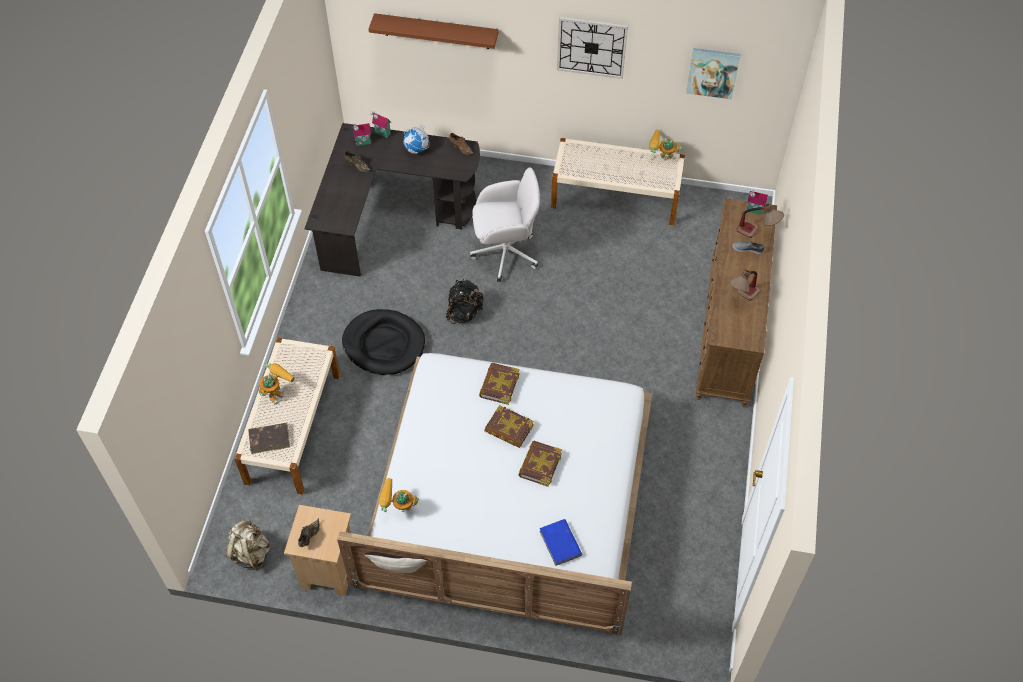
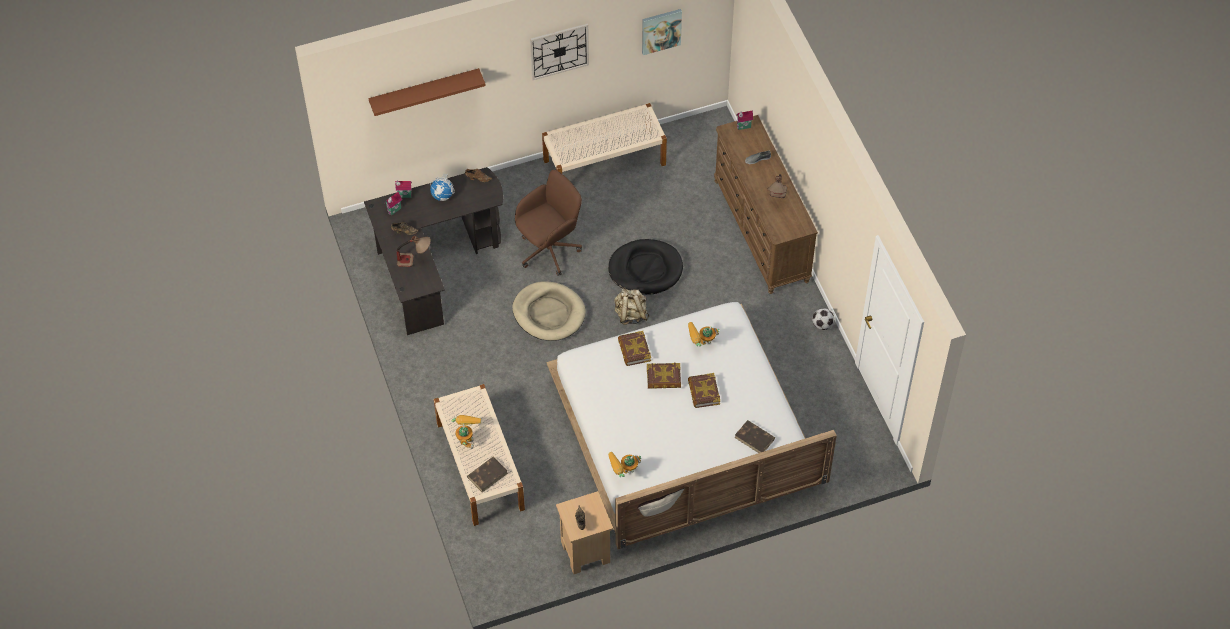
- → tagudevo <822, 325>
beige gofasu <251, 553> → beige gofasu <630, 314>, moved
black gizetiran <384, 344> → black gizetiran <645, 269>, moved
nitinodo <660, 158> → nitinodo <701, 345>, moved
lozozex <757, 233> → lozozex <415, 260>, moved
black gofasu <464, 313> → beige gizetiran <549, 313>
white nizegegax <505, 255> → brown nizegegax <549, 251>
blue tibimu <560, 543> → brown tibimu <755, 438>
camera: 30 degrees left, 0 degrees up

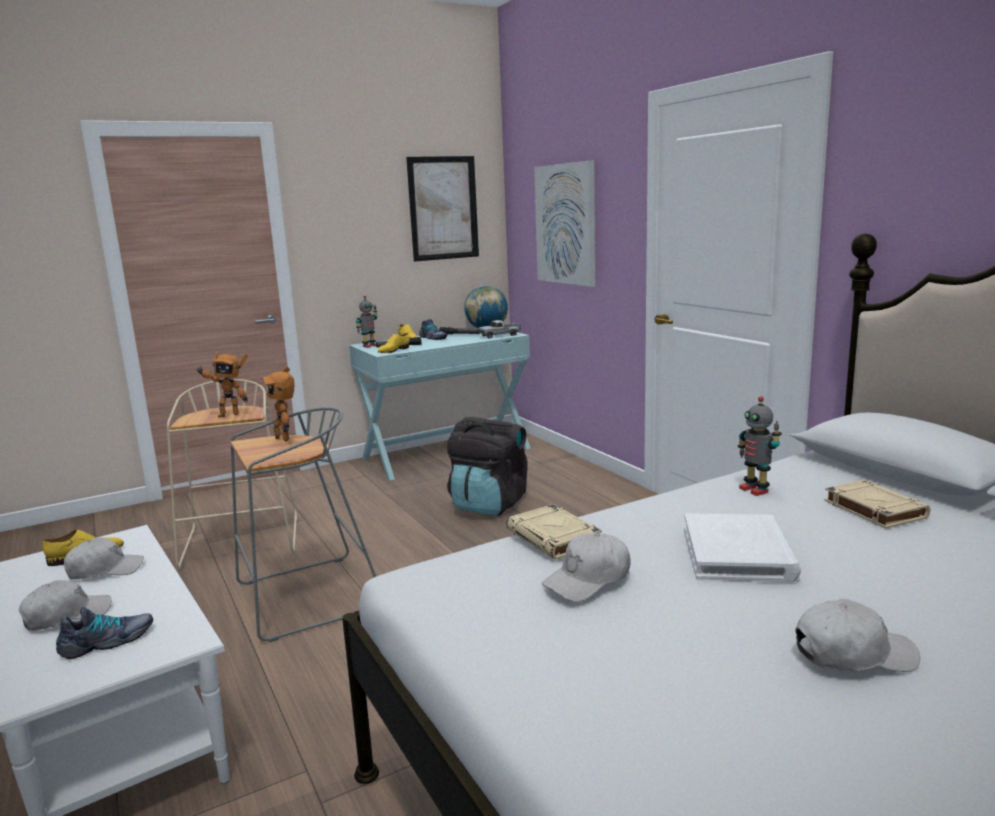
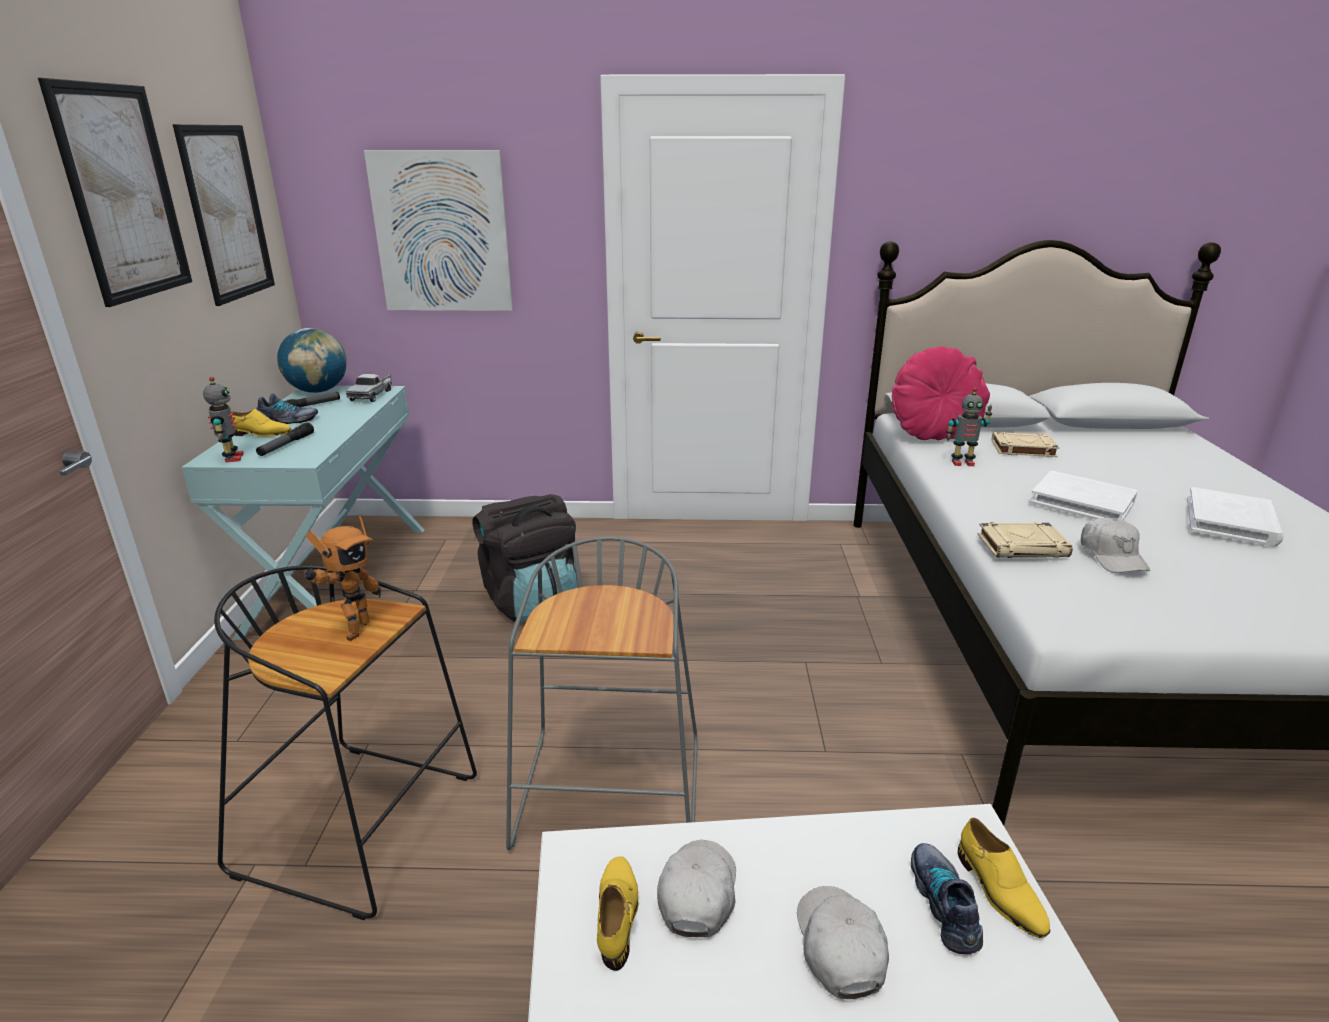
nitinodo <284, 438> → -
- → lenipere <123, 193>
- → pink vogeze <933, 436>
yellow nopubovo <393, 351> → yellow nopubovo <999, 891>, moved
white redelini <853, 654> → white tibimu <1231, 521>
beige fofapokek <242, 543> → black fofapokek <363, 824>
camera: 60 degrees left, 10 degrees up

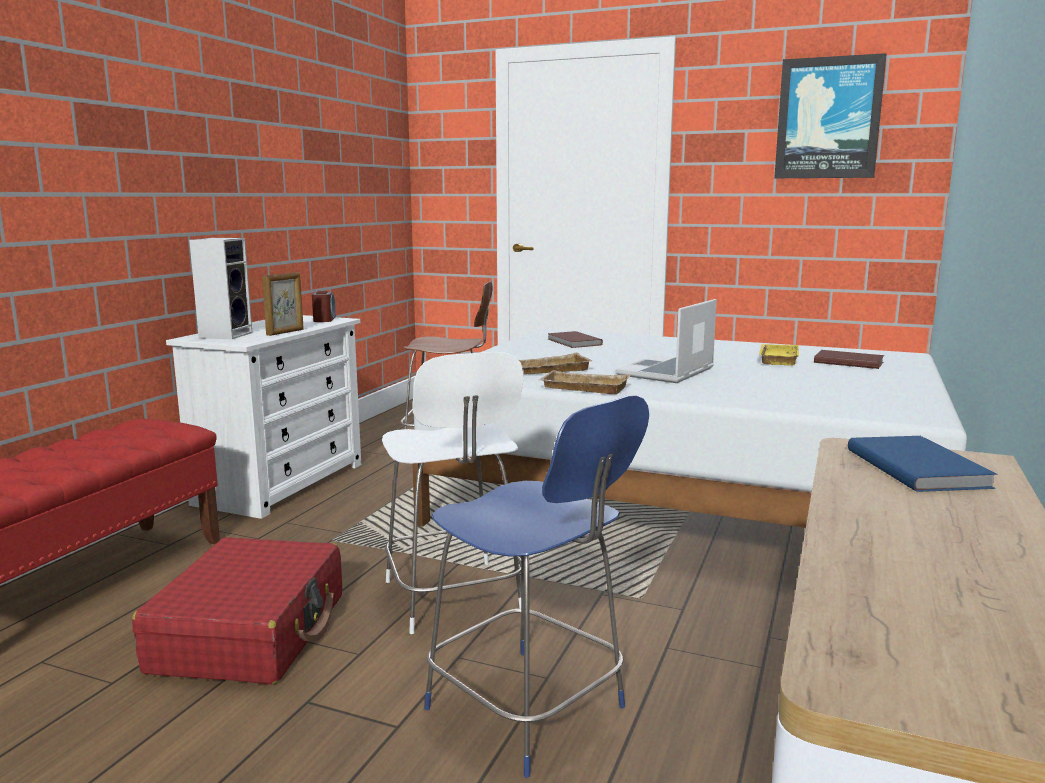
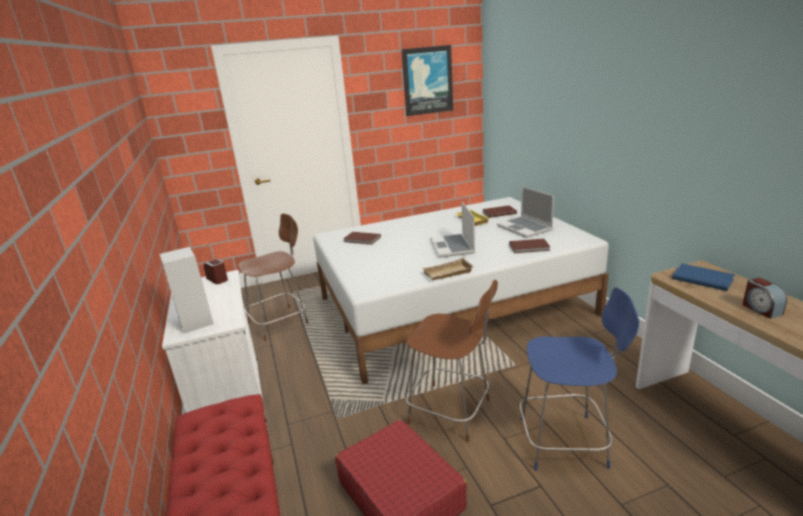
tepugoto <285, 332> → -
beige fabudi <550, 370> → -
- → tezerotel <525, 228>
- → brown tibimu <530, 247>
- → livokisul <761, 309>
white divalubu <453, 599> → brown divalubu <452, 412>
camera: 40 degrees left, 10 degrees up

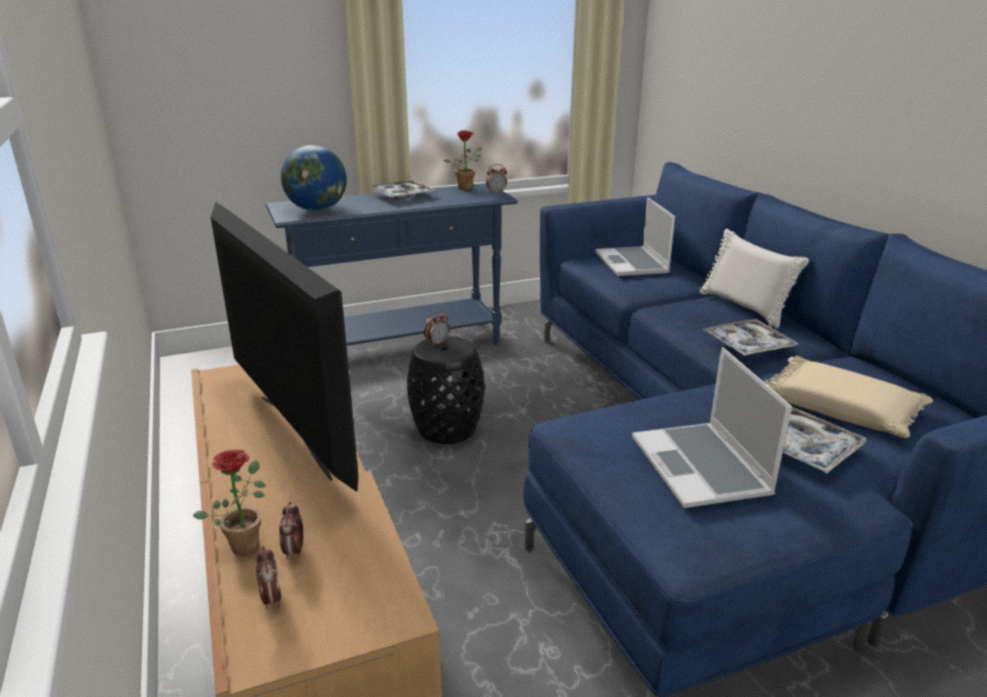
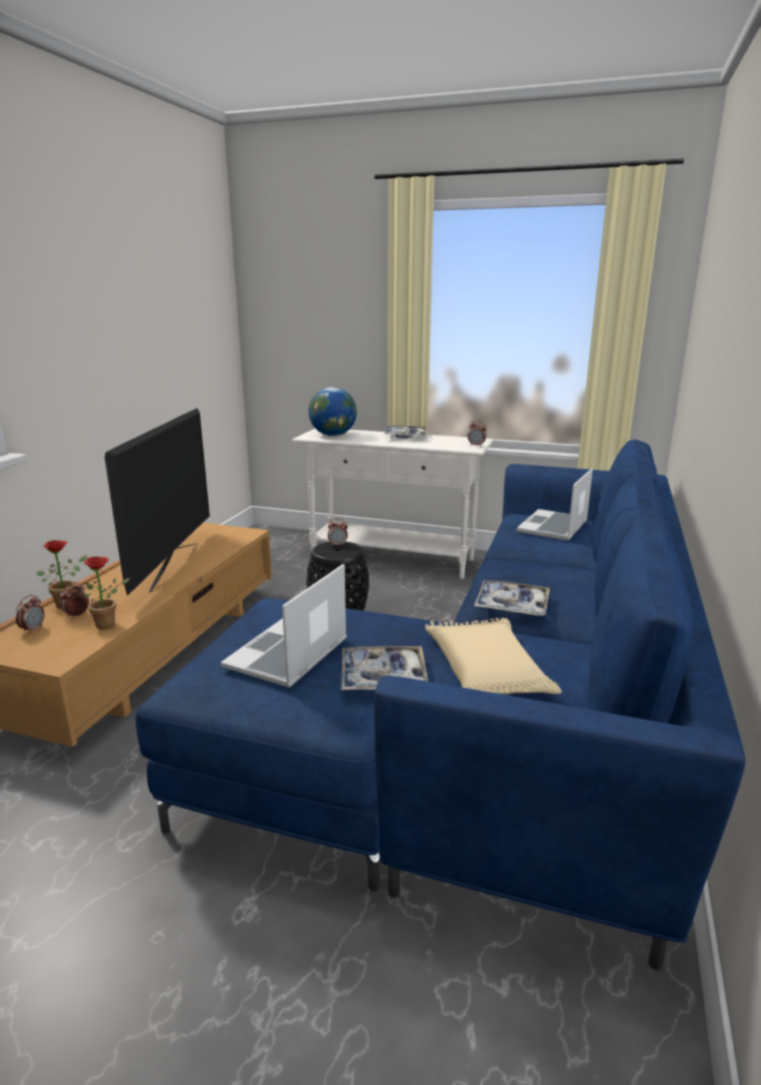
white vogeze <745, 308> → -
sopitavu <466, 187> → sopitavu <109, 624>, moved
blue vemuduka <401, 347> → white vemuduka <393, 559>
camera: 40 degrees right, 5 degrees down

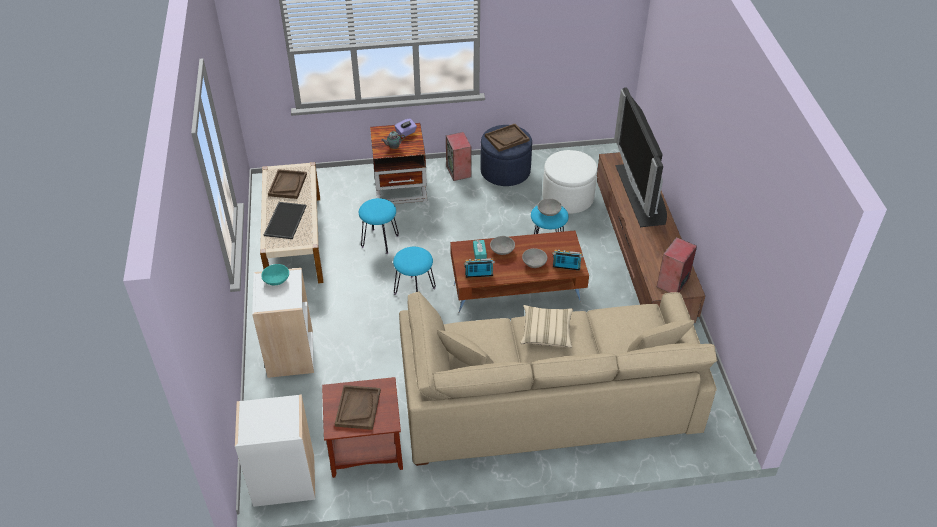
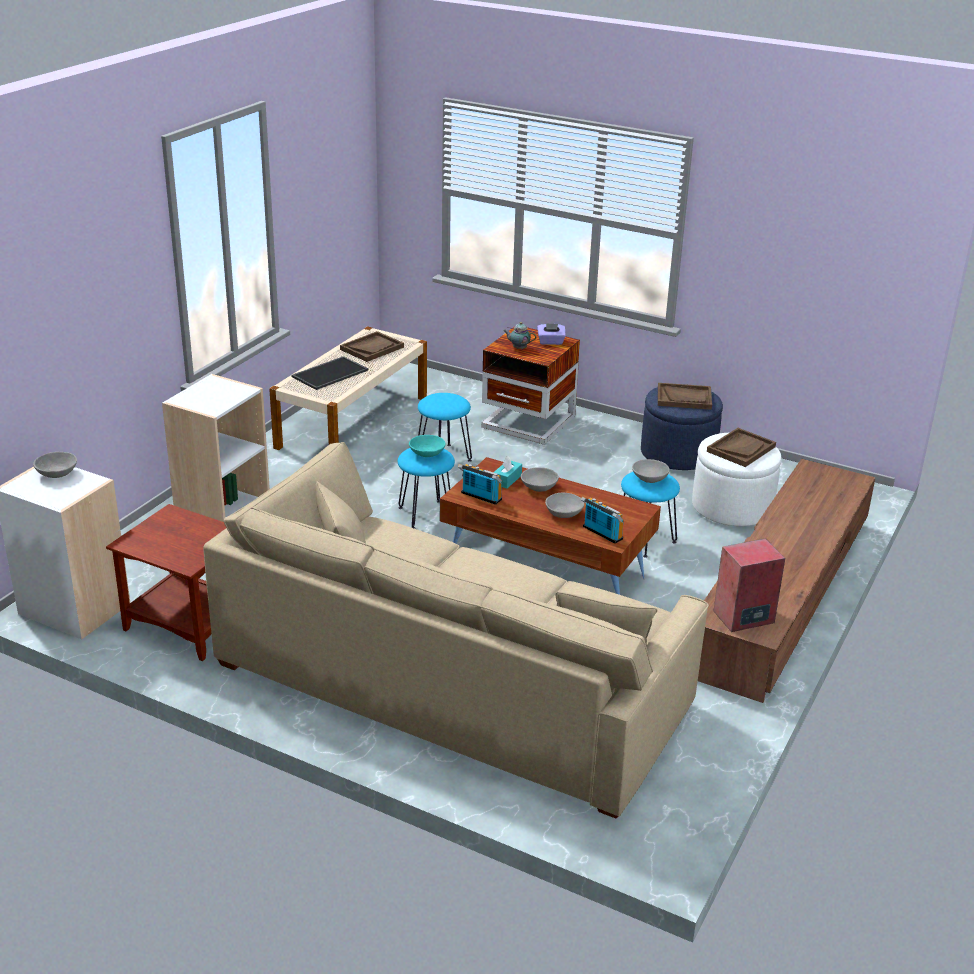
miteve <459, 171> → -
beige vogeze <546, 333> → -
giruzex <641, 194> → -
- → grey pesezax <57, 474>
turquoise pesezax <276, 280> → turquoise pesezax <427, 454>, moved
brown fabudi <358, 408> → brown fabudi <741, 449>, moved
camera: 35 degrees right, 15 degrees down

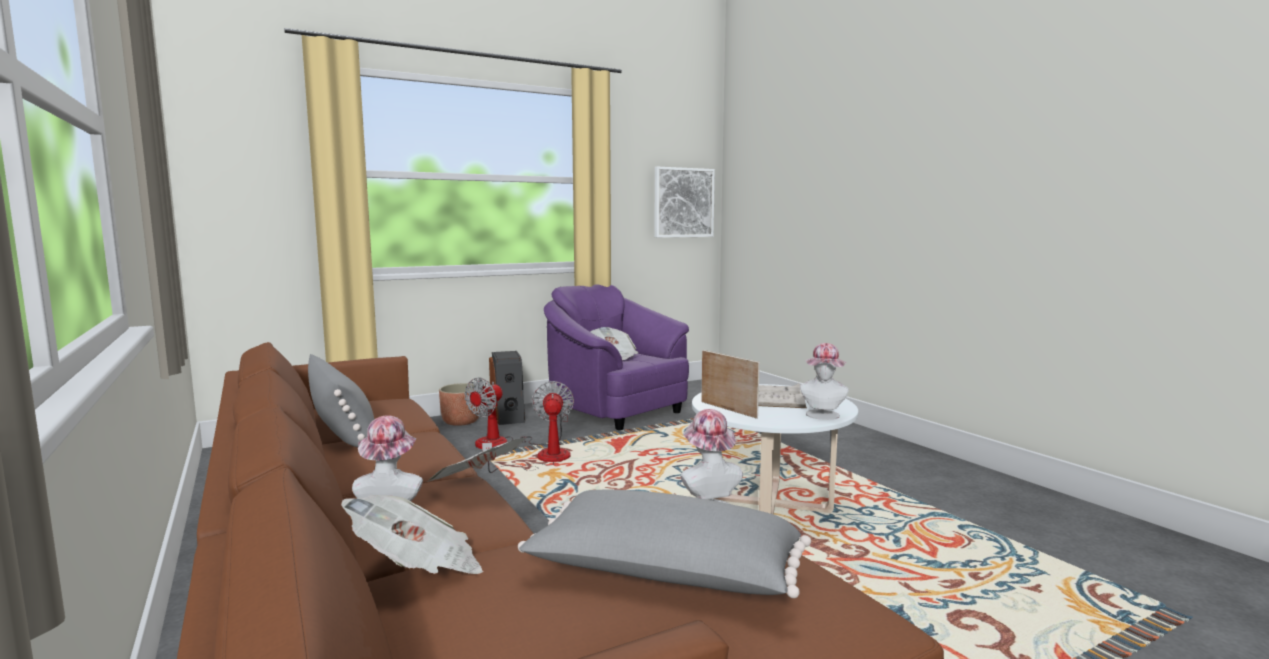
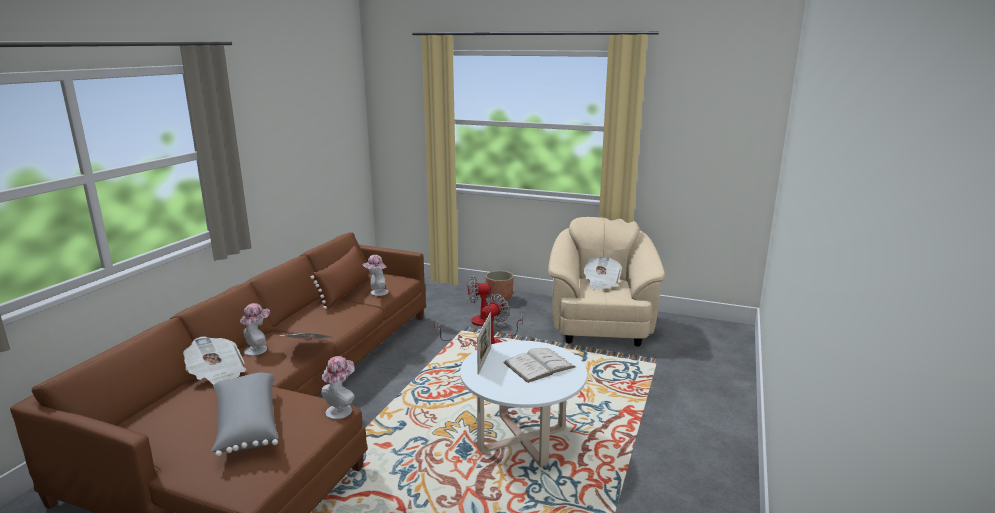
miteve <509, 416> → -
lenipere <683, 202> → -
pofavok <823, 416> → pofavok <377, 293>, moved
grey vogeze <343, 431> → brown vogeze <344, 293>
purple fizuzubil <615, 410> → beige fizuzubil <600, 325>
camera: 50 degrees right, 10 degrees up

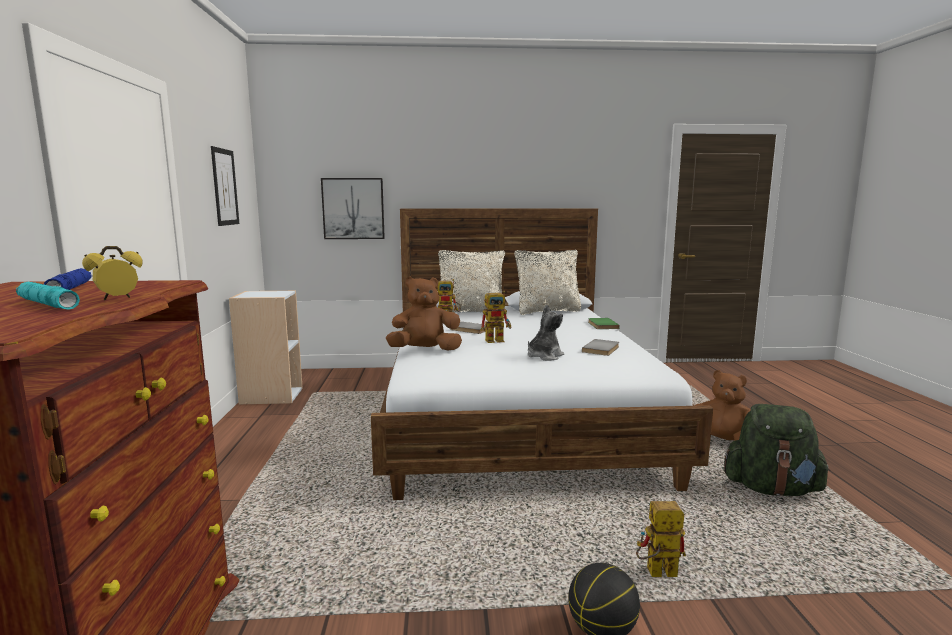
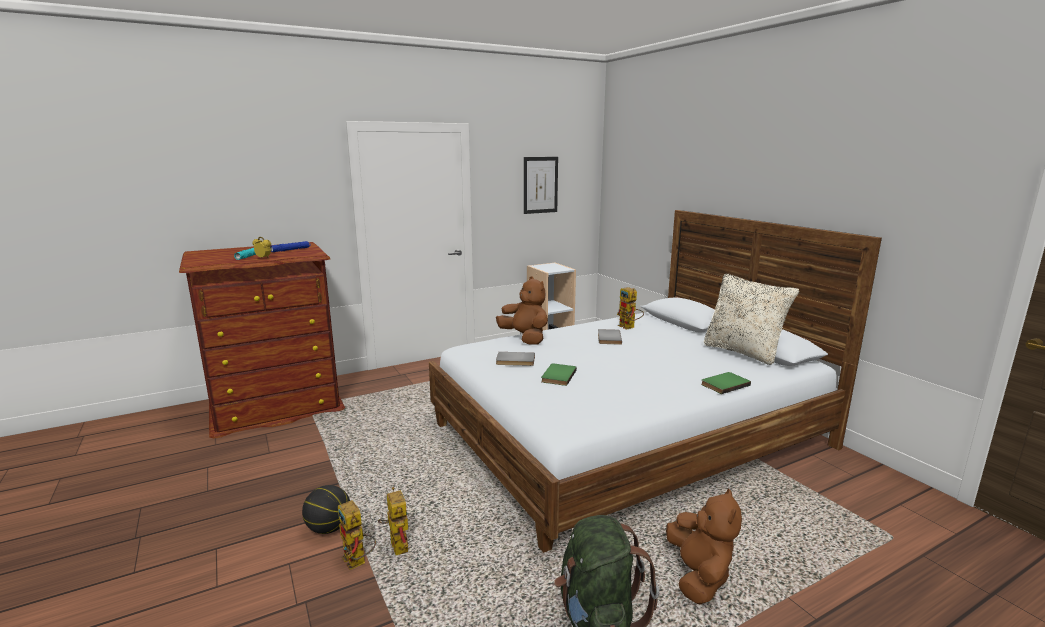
lenipere <353, 208> → -
beige vogeze <471, 313> → -
nitinodo <498, 340> → nitinodo <358, 562>, moved
grey tibimu <602, 349> → grey tibimu <515, 361>, moved
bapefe <544, 356> → green tibimu <557, 376>
camera: 65 degrees right, 5 degrees up

